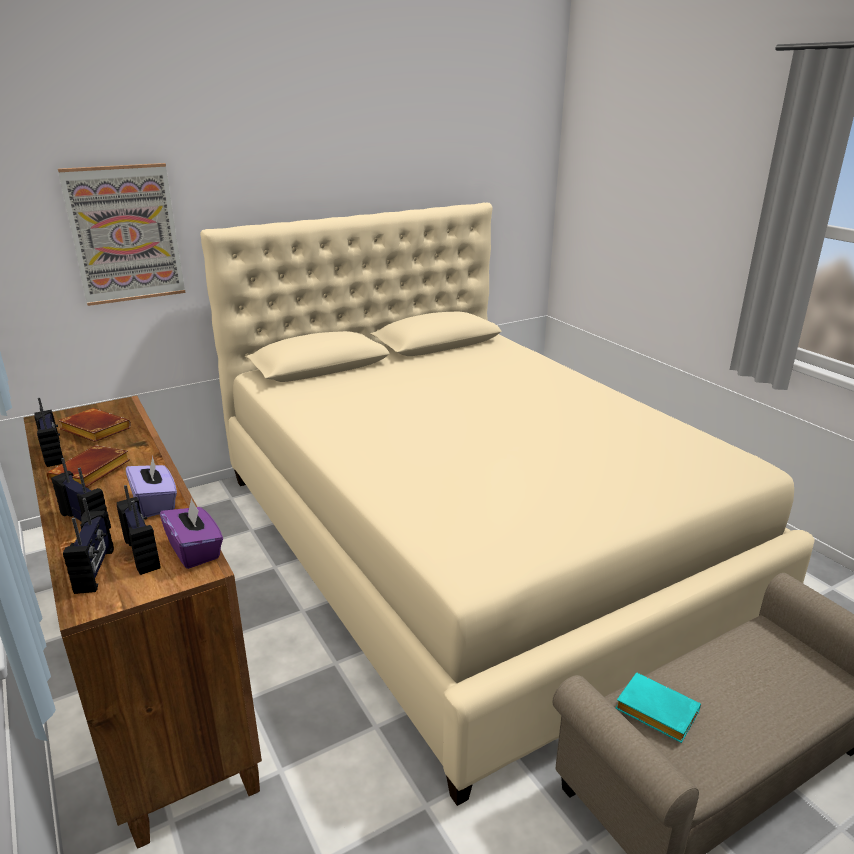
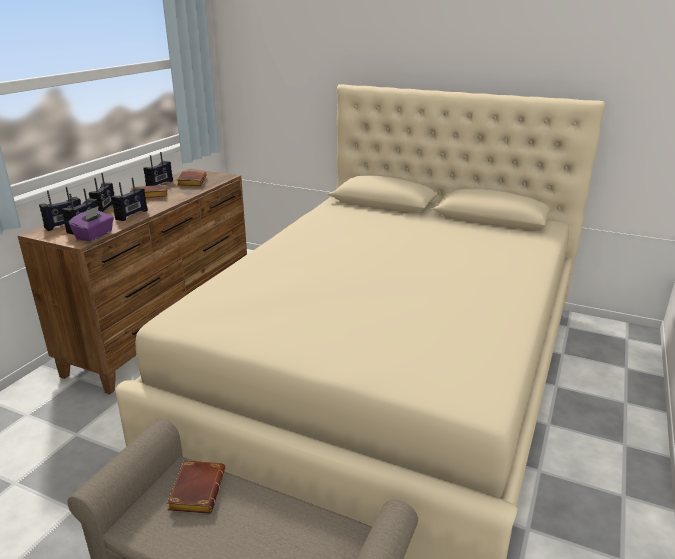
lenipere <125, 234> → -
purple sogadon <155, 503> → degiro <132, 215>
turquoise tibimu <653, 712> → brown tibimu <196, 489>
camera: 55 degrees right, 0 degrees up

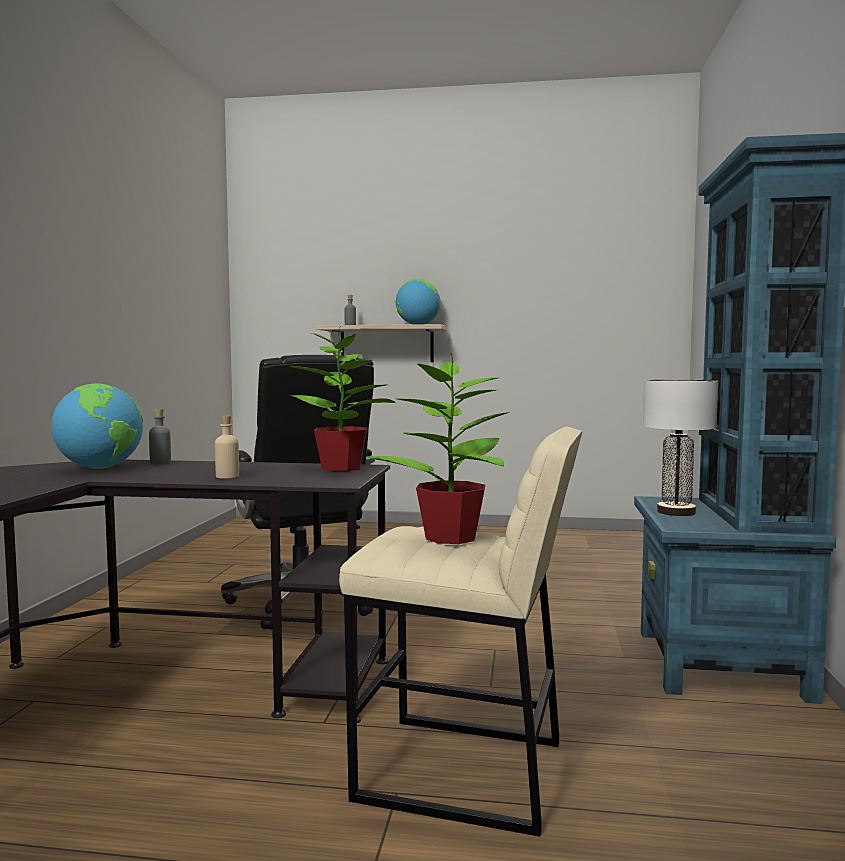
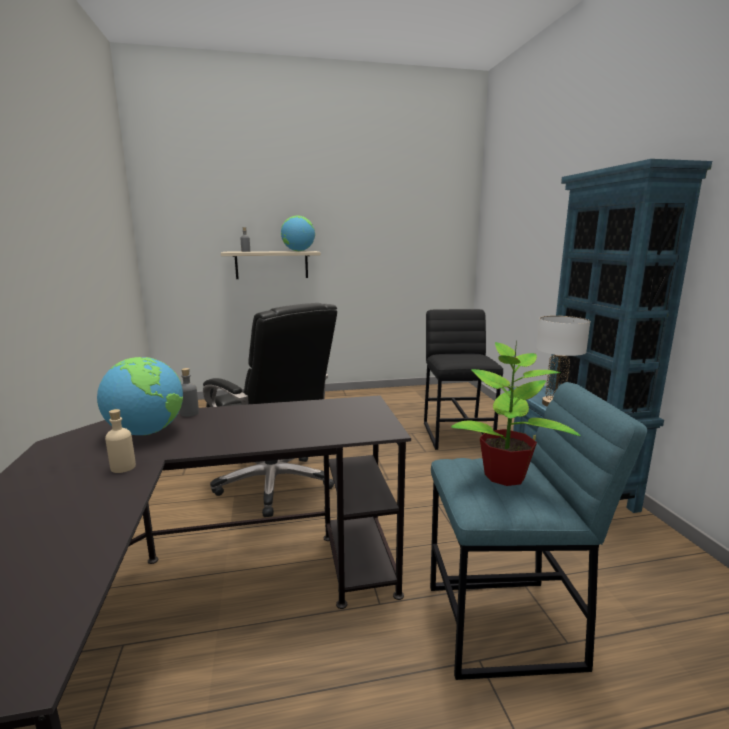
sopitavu <342, 468> → -
- → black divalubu <456, 434>
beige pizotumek <227, 476> → beige pizotumek <123, 467>, moved
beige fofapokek <467, 771> → blue fofapokek <506, 625>
camera: 20 degrees left, 10 degrees up

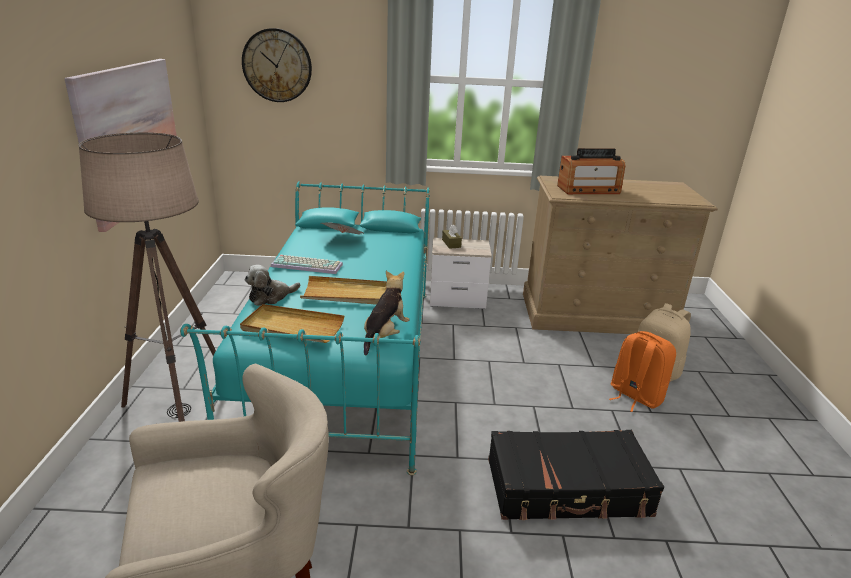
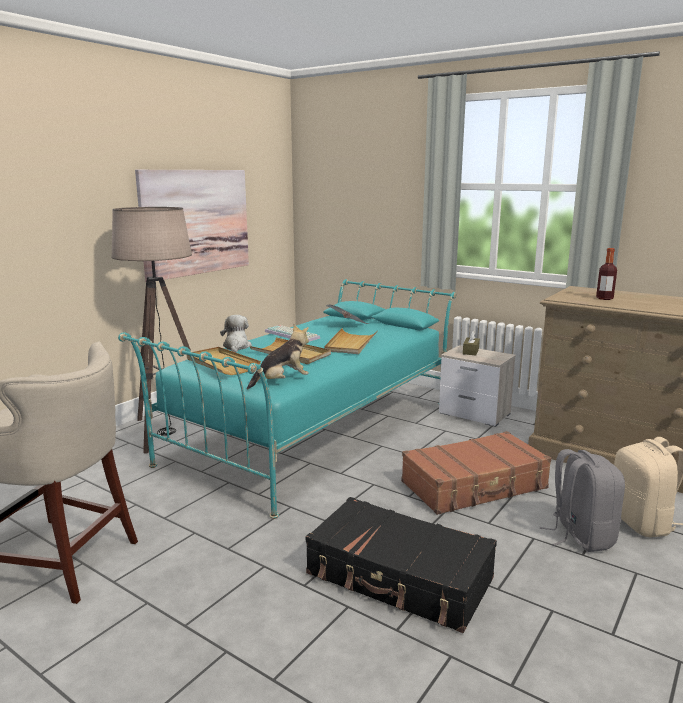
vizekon <277, 65> → -
- → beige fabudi <350, 344>
- → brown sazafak <475, 486>
degiro <588, 190> → pizotumek <604, 298>
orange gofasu <635, 396> → grey gofasu <580, 536>
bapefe <271, 297> → bapefe <236, 347>, 90 degrees clockwise
camera: 35 degrees right, 10 degrees down

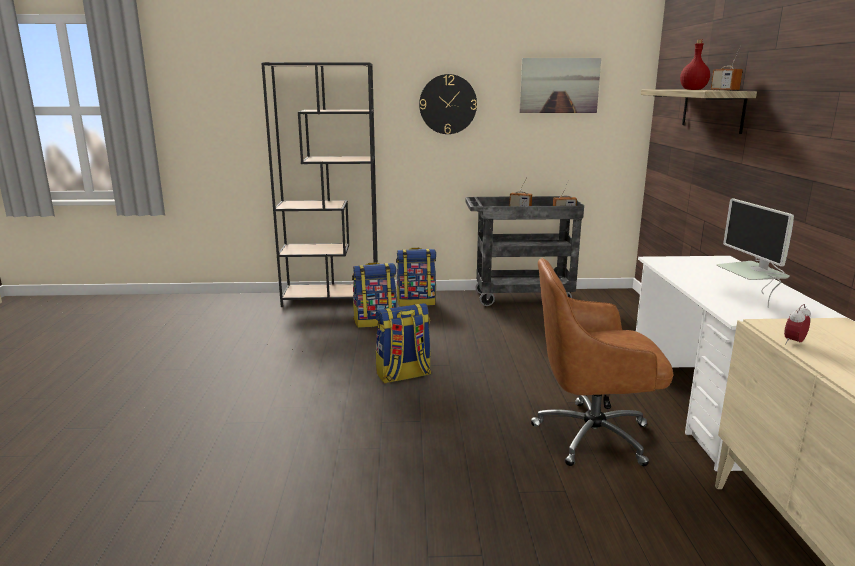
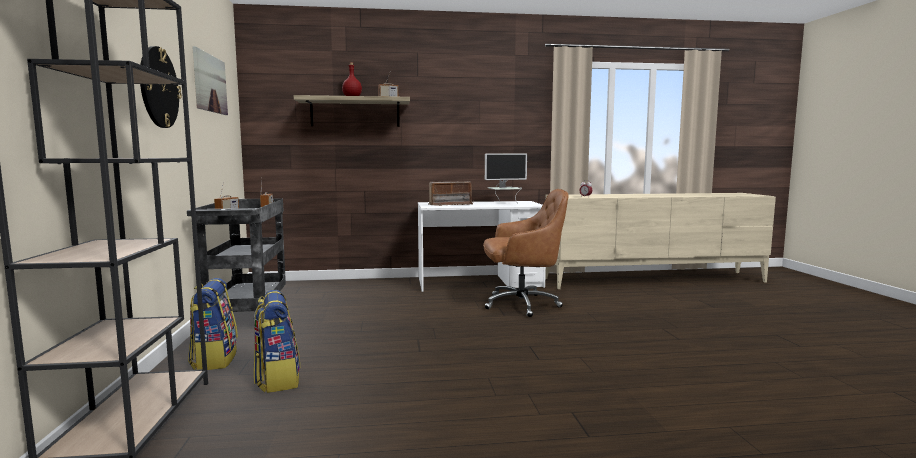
gofasu <403, 376> → -
- → degiro <450, 205>
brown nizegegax <591, 435> → brown nizegegax <522, 305>, 90 degrees counterclockwise
camera: 95 degrees left, 10 degrees down

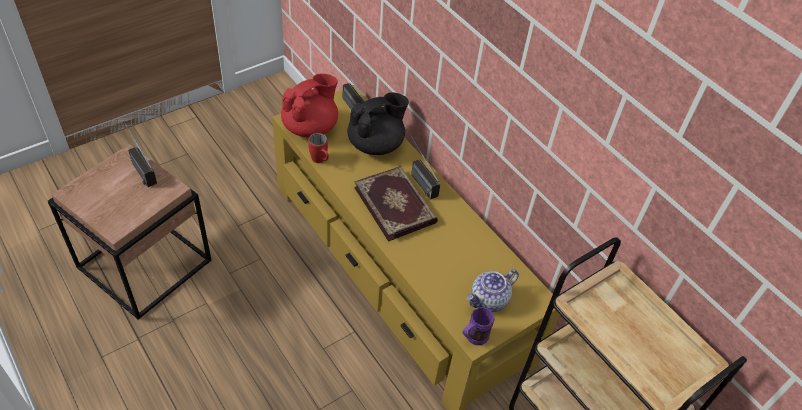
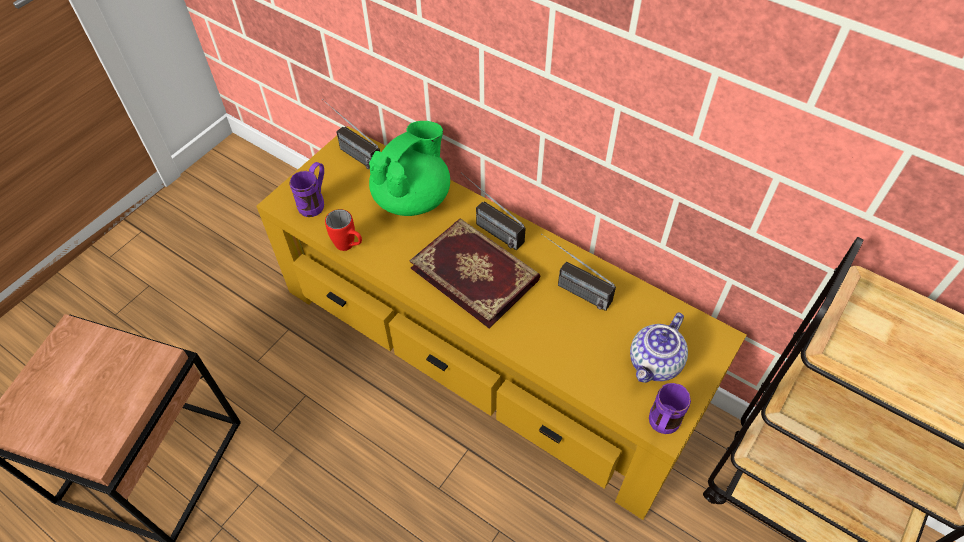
degiro <139, 167> → degiro <570, 287>, moved
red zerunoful <311, 127> → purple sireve <315, 202>
black zerunoful <376, 144> → green zerunoful <413, 198>
camera: 15 degrees left, 5 degrees up

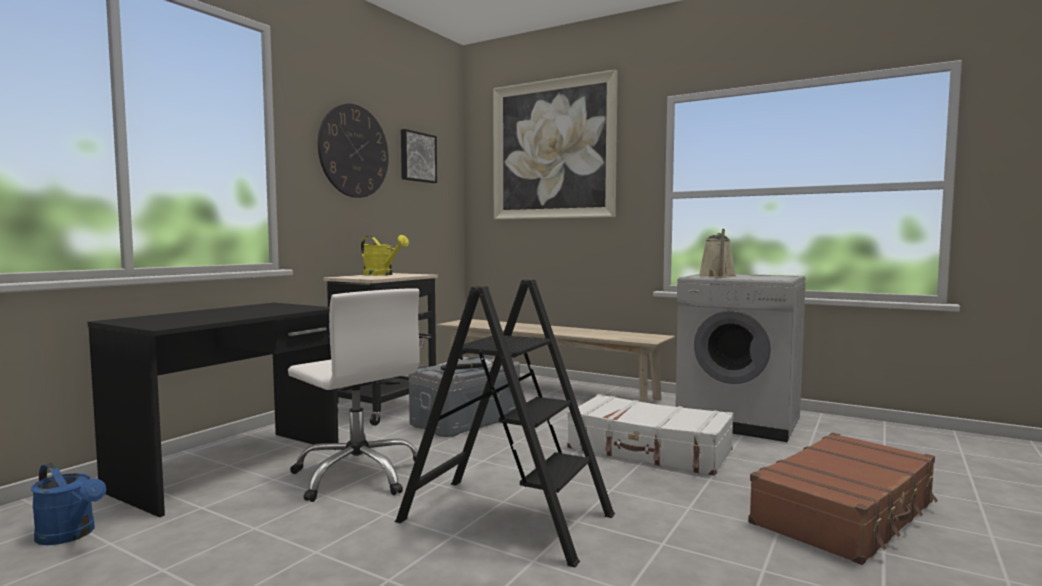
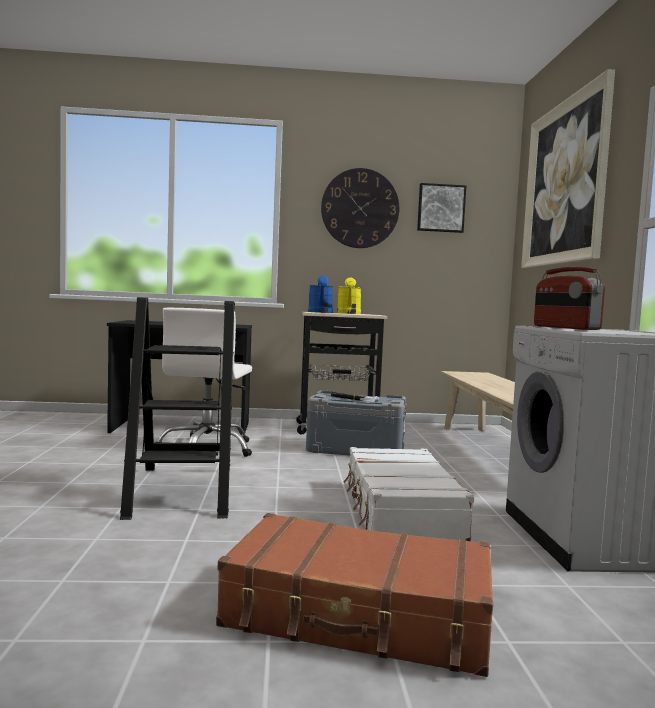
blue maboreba <70, 535> → blue maboreba <320, 312>, moved
beige maboreba <717, 276> → degiro <565, 328>
camera: 55 degrees right, 0 degrees up

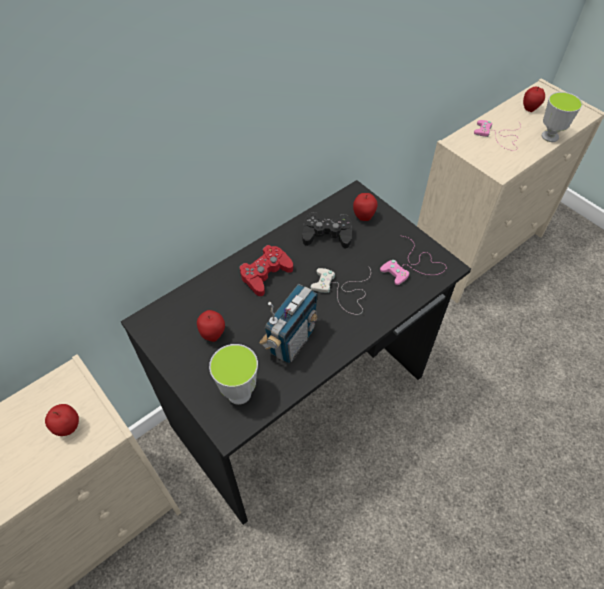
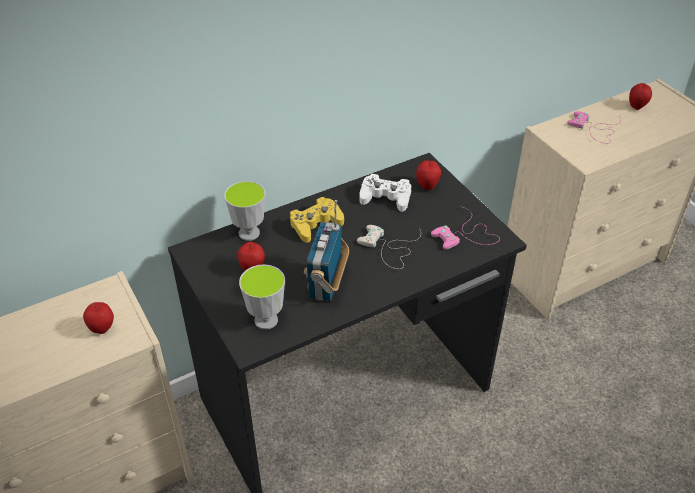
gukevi <550, 136> → gukevi <249, 233>, moved
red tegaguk <265, 274> → yellow tegaguk <315, 224>
black tegaguk <327, 234> → white tegaguk <385, 197>
degiro <291, 342> → degiro <326, 284>, 150 degrees clockwise
camera: 10 degrees right, 10 degrees down

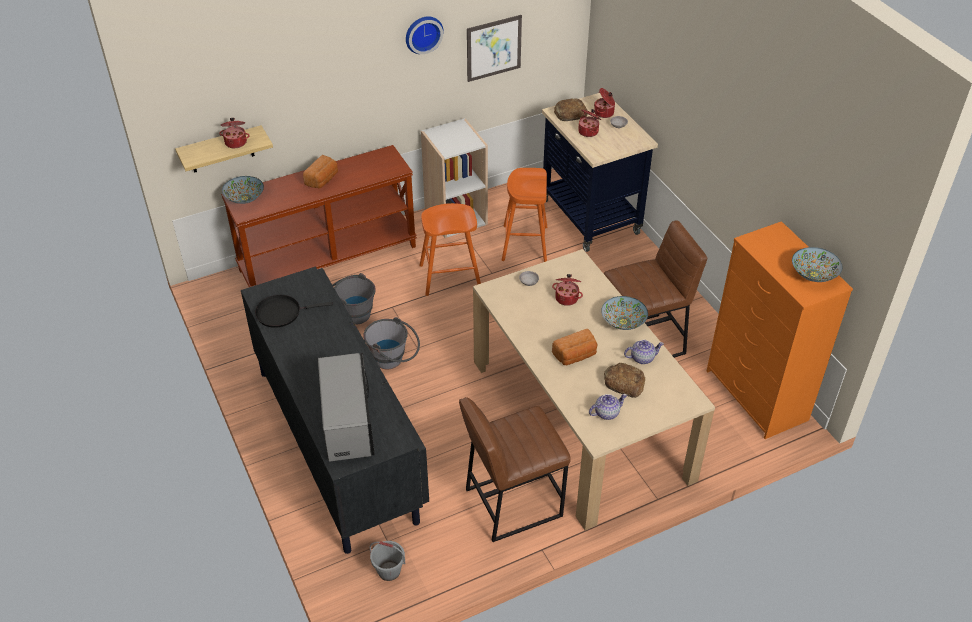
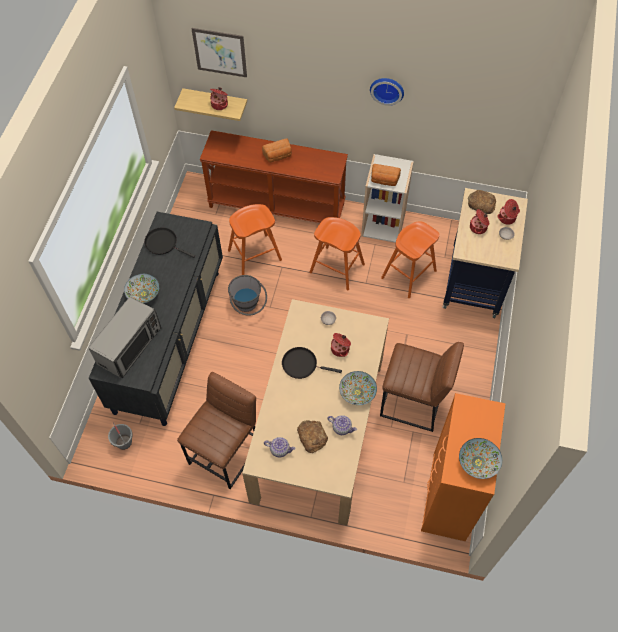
- → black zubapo <302, 364>
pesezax <244, 198> → pesezax <143, 294>, moved
lenipere <494, 48> → lenipere <220, 52>, moved
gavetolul <575, 356> → gavetolul <384, 180>, moved
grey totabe <351, 313> → orange fofapokek <254, 255>
brown divalubu <512, 503> → brown divalubu <225, 452>, 105 degrees clockwise
camera: 40 degrees right, 15 degrees up

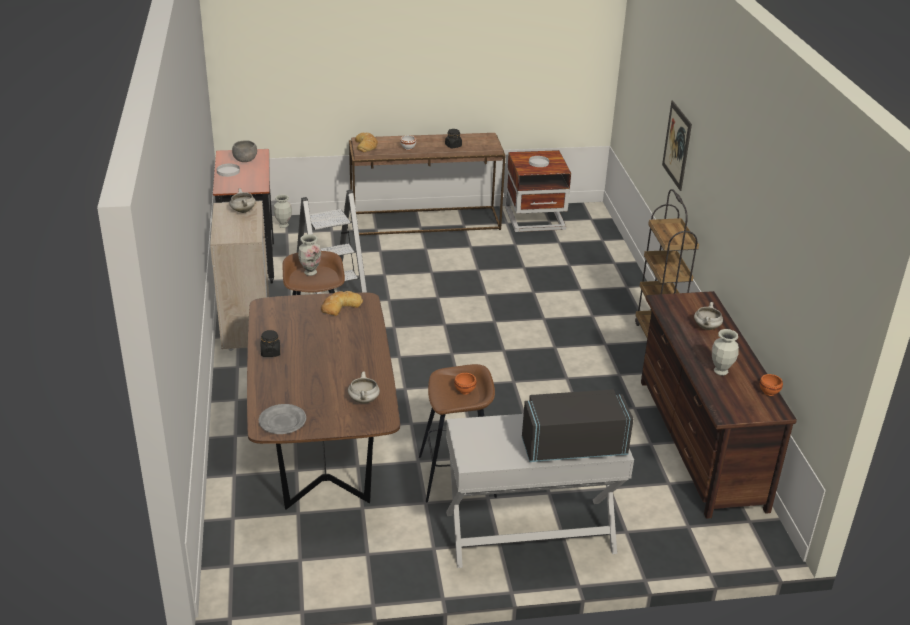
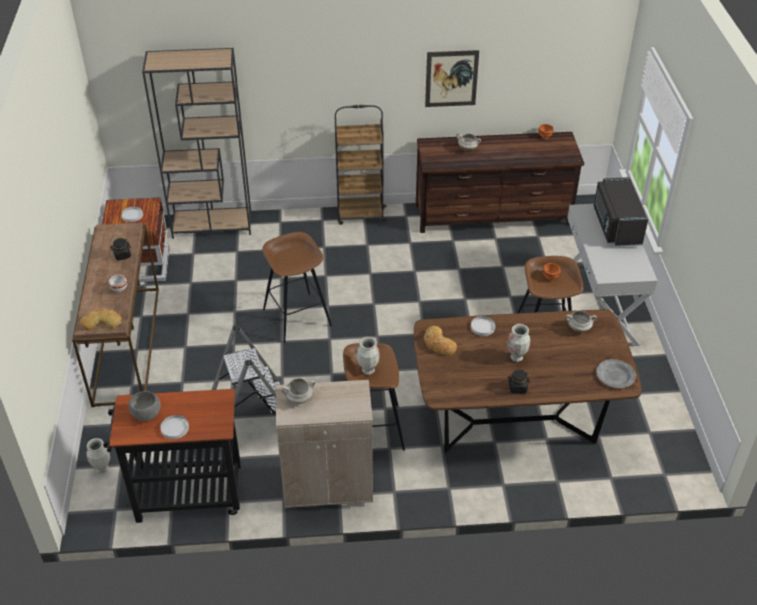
- → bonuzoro <212, 225>
- → brown fofapokek <297, 317>
- → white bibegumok <482, 327>
lenipere <677, 145> → lenipere <451, 78>, moved
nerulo <720, 371> → nerulo <516, 357>, moved
camera: 85 degrees left, 10 degrees up

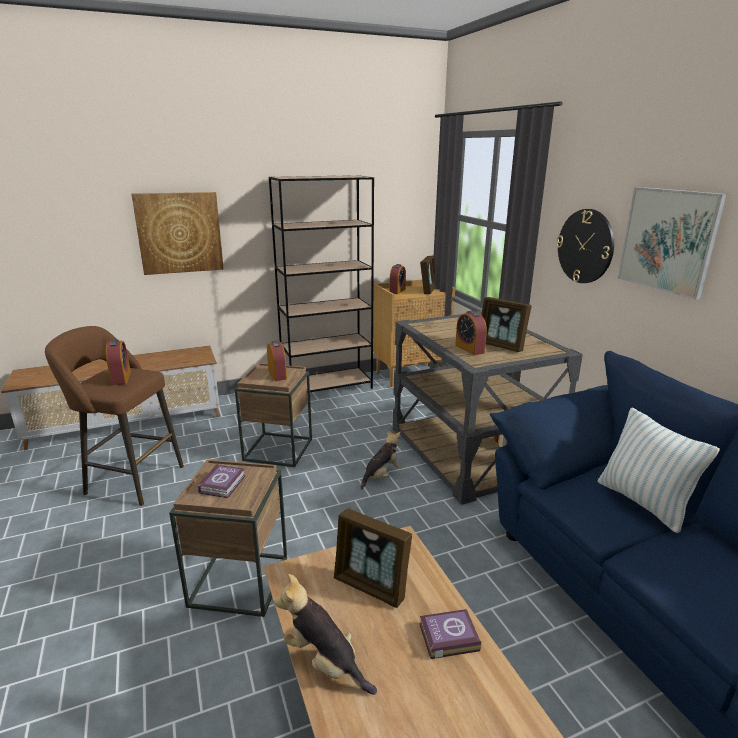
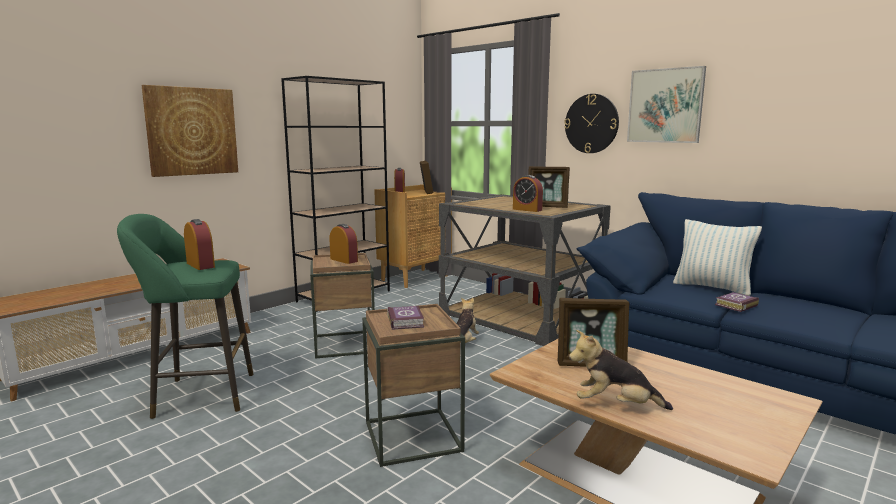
tibimu <447, 637> → tibimu <735, 305>, moved
brown fofapokek <130, 479> → green fofapokek <198, 395>
camera: 25 degrees left, 10 degrees down

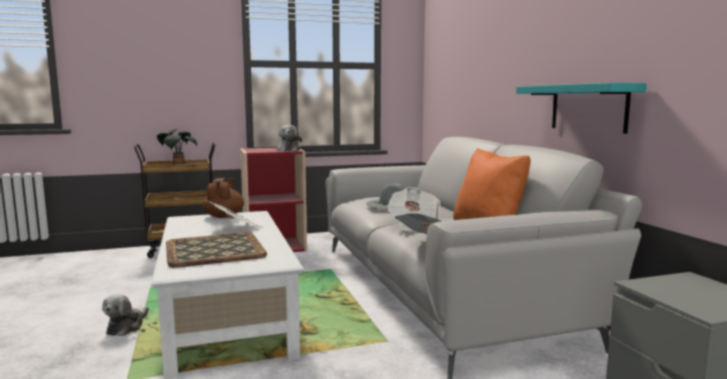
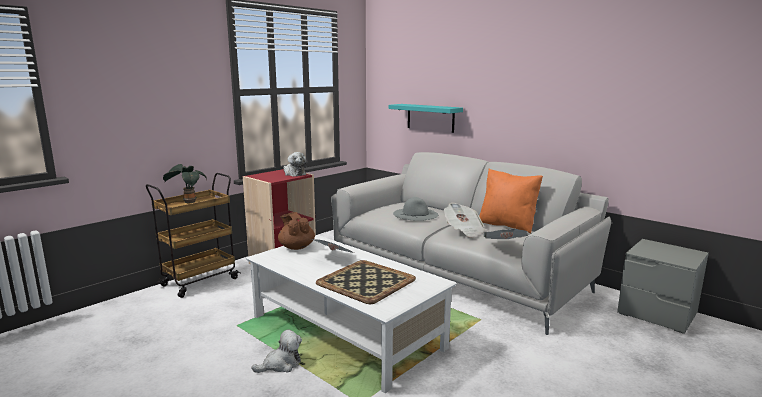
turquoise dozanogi <588, 107> → turquoise dozanogi <430, 117>, moved
bapefe <126, 326> → bapefe <281, 364>, 105 degrees counterclockwise
camera: 30 degrees left, 5 degrees up

